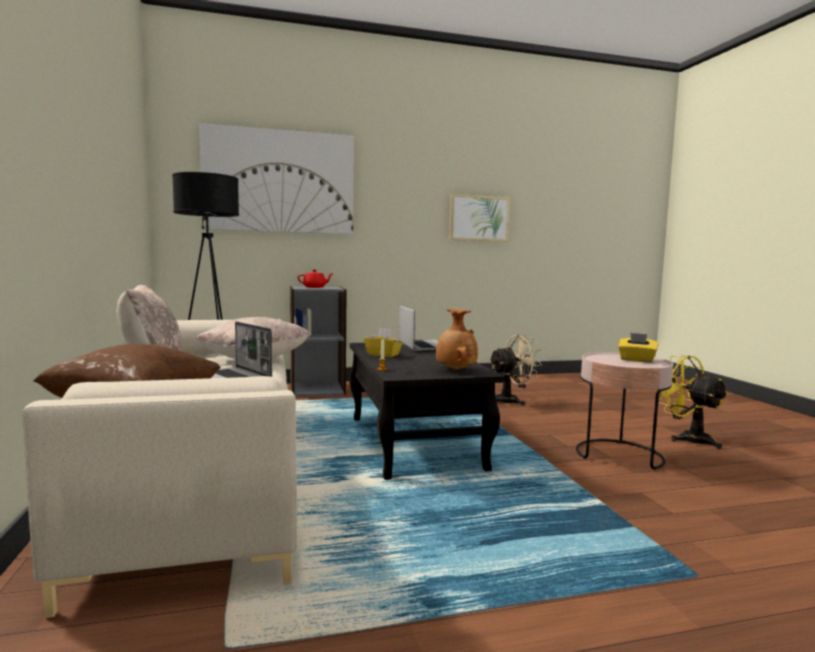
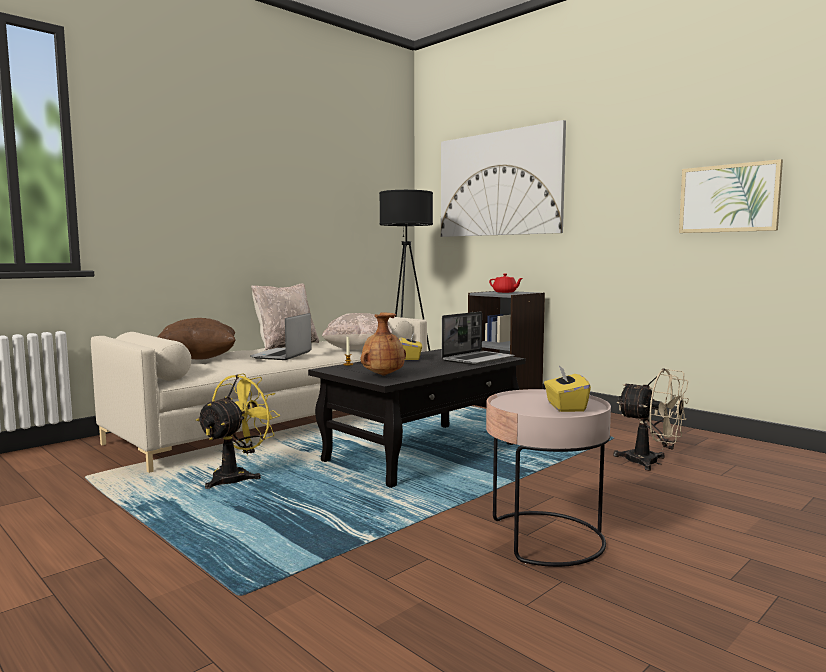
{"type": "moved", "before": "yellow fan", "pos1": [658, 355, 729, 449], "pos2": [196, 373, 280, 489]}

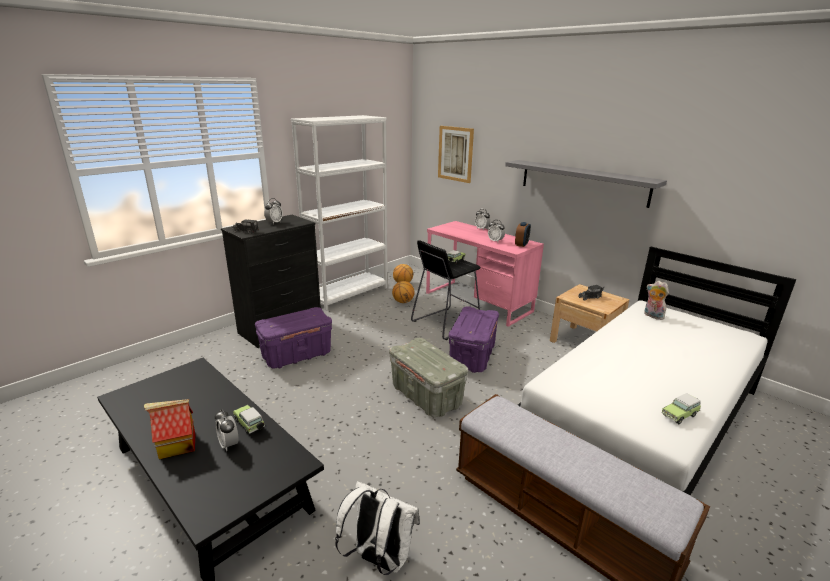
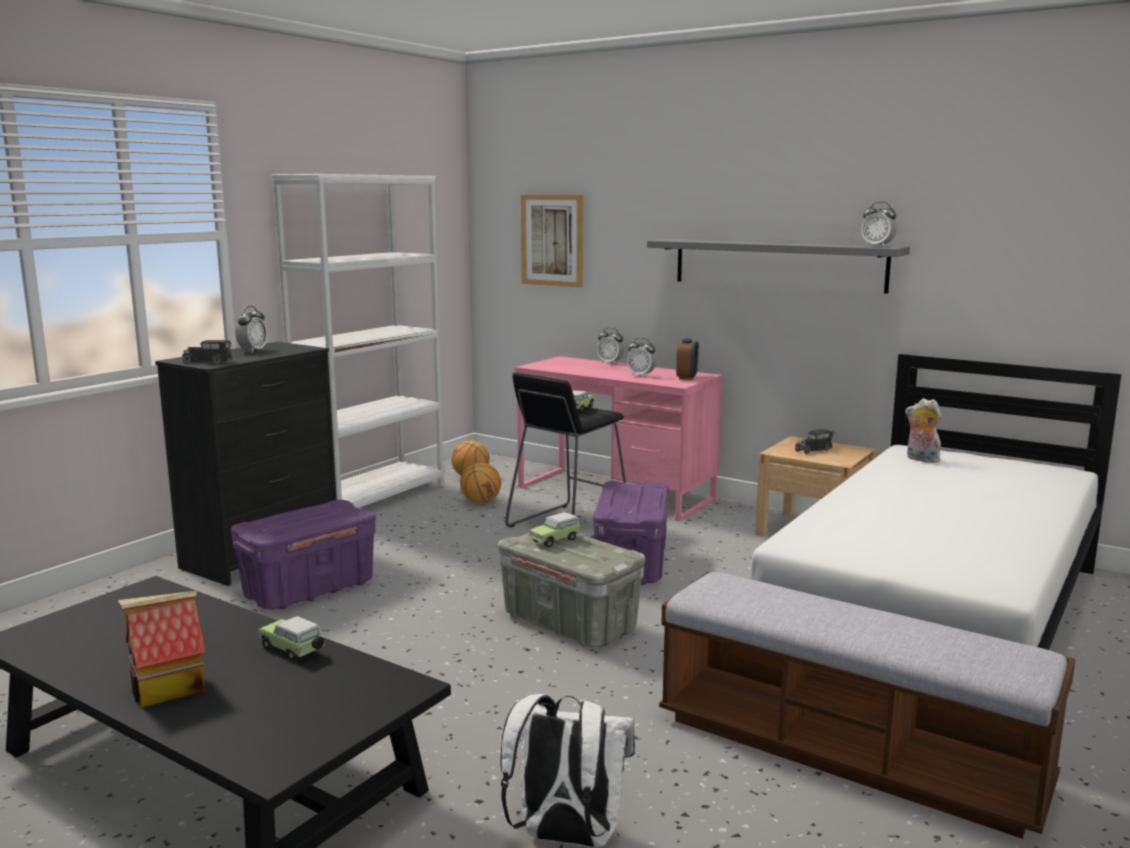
{"type": "moved", "before": "toy car", "pos1": [662, 393, 701, 424], "pos2": [529, 512, 581, 547]}
{"type": "moved", "before": "alarm clock", "pos1": [215, 409, 239, 451], "pos2": [861, 202, 897, 247]}

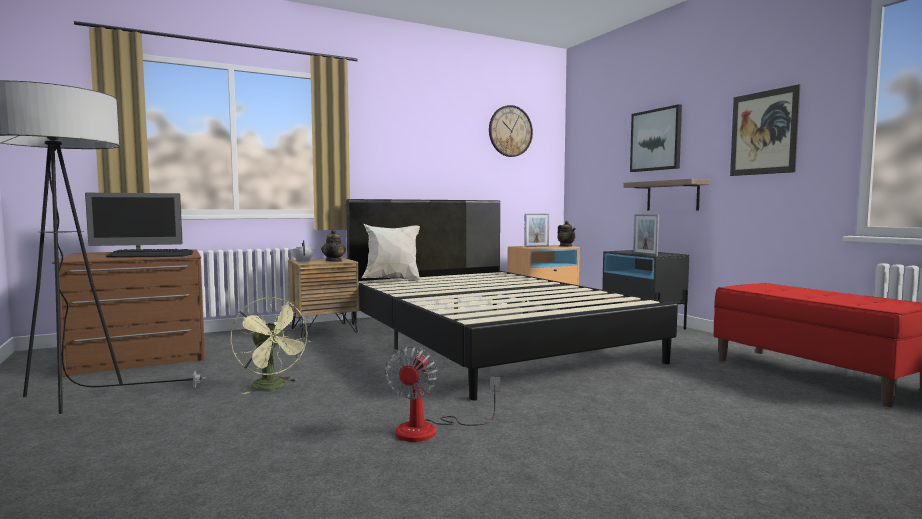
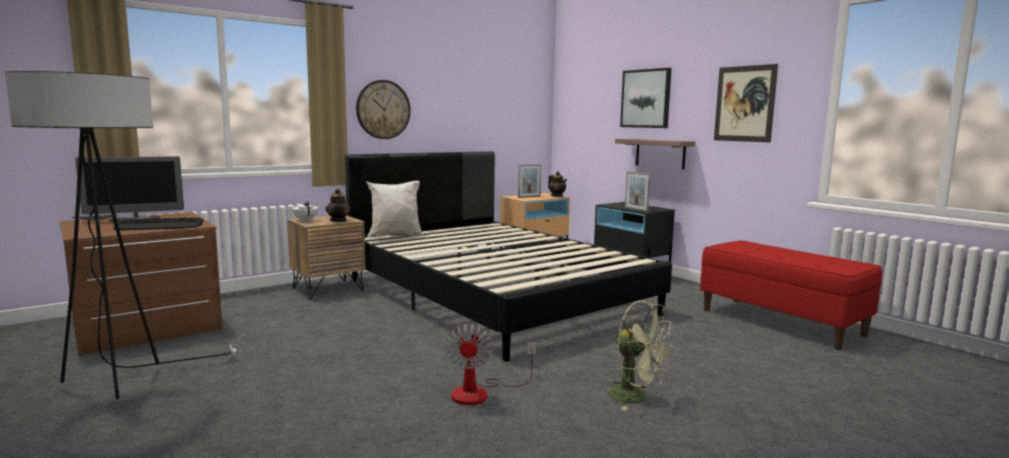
{"type": "moved", "before": "wall clock", "pos1": [489, 105, 533, 157], "pos2": [356, 80, 411, 139]}
{"type": "moved", "before": "green fan", "pos1": [230, 297, 311, 394], "pos2": [606, 300, 675, 411]}

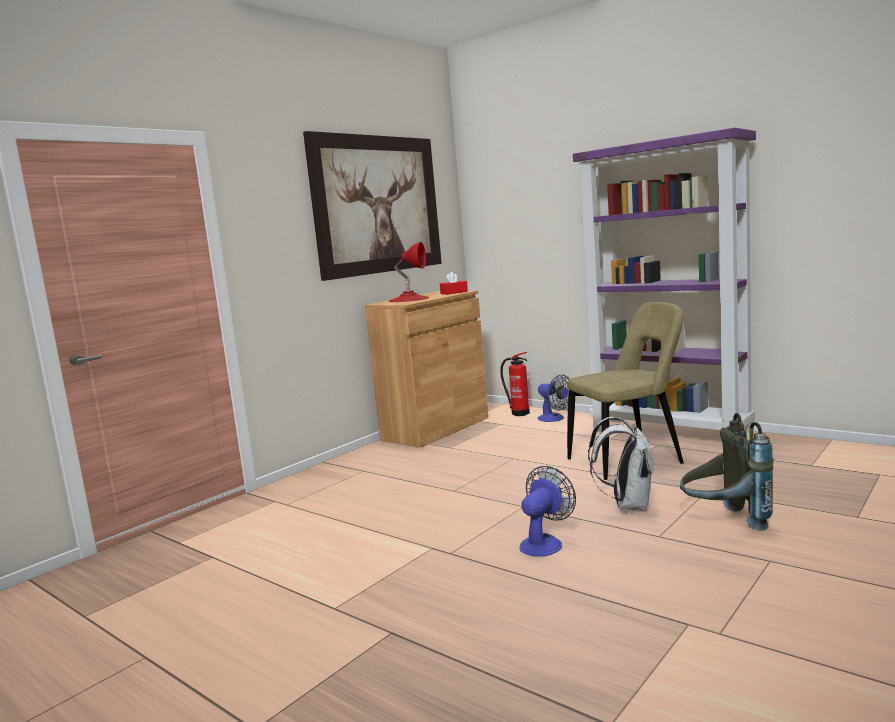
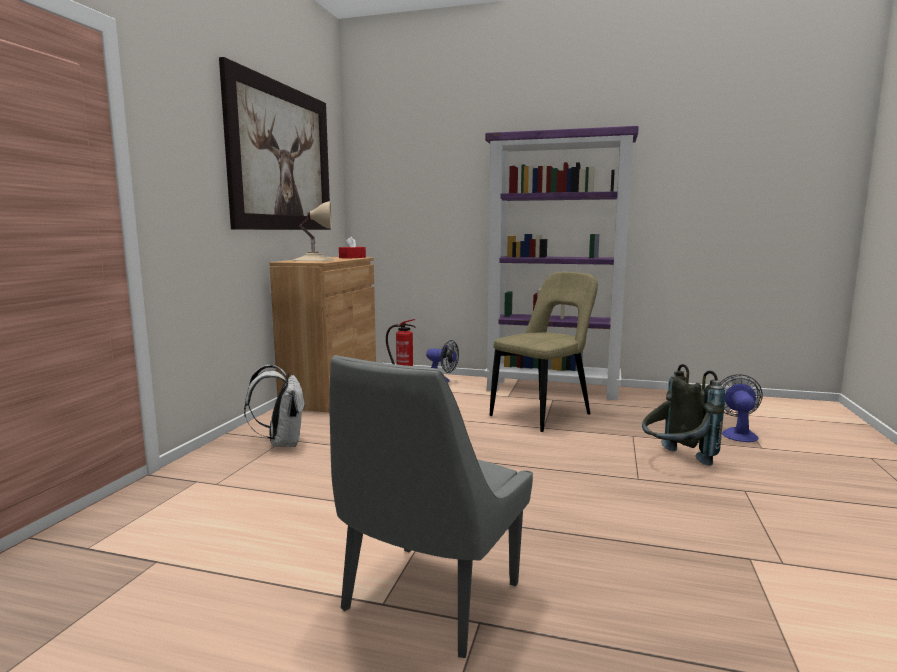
{"type": "moved", "before": "white backpack", "pos1": [588, 417, 655, 511], "pos2": [244, 365, 305, 447]}
{"type": "recoloured", "before": "red table lamp", "after": "beige table lamp", "pos1": [389, 242, 429, 302], "pos2": [292, 201, 335, 261]}
{"type": "added", "after": "grey chair", "pos2": [329, 355, 533, 658]}
{"type": "moved", "before": "fan", "pos1": [519, 466, 576, 557], "pos2": [721, 374, 763, 442]}

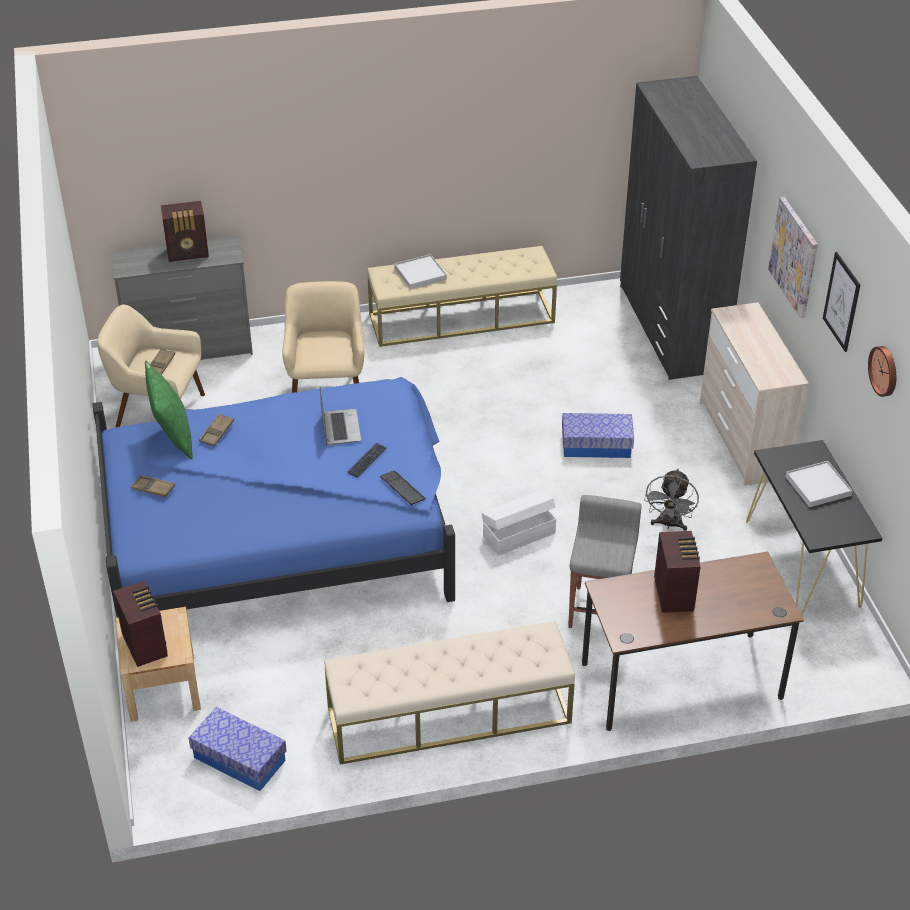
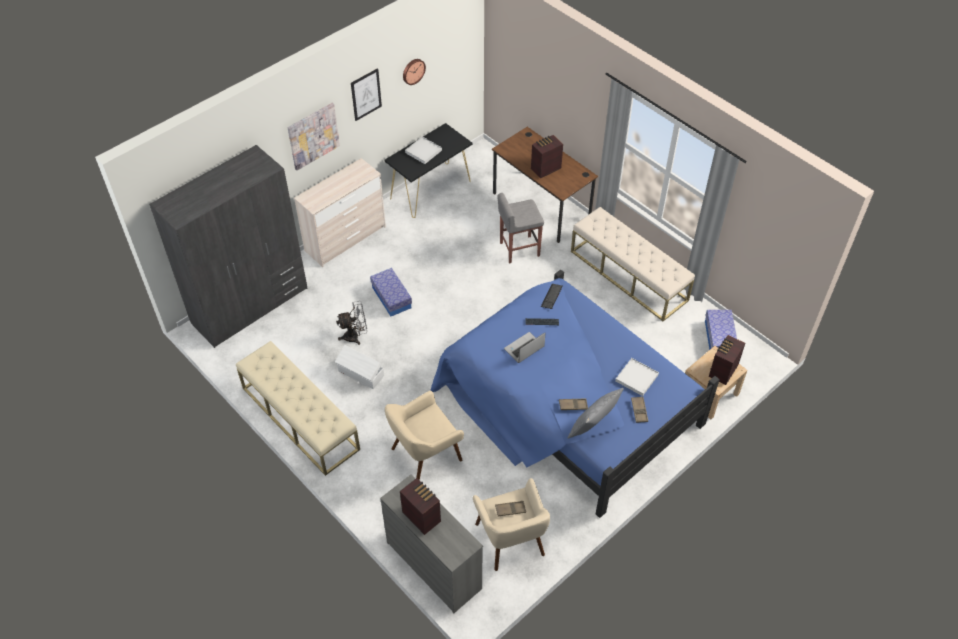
{"type": "moved", "before": "white storage box", "pos1": [481, 491, 556, 556], "pos2": [335, 345, 384, 389]}
{"type": "moved", "before": "grey fan", "pos1": [644, 469, 699, 531], "pos2": [336, 301, 367, 345]}
{"type": "recoloured", "before": "green pillow", "after": "grey pillow", "pos1": [145, 361, 193, 460], "pos2": [568, 388, 624, 438]}
{"type": "moved", "before": "white tray", "pos1": [394, 254, 447, 289], "pos2": [615, 358, 659, 396]}

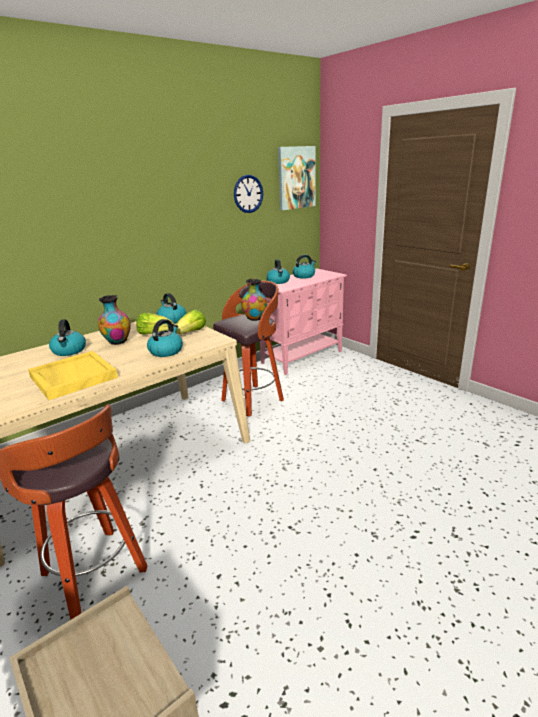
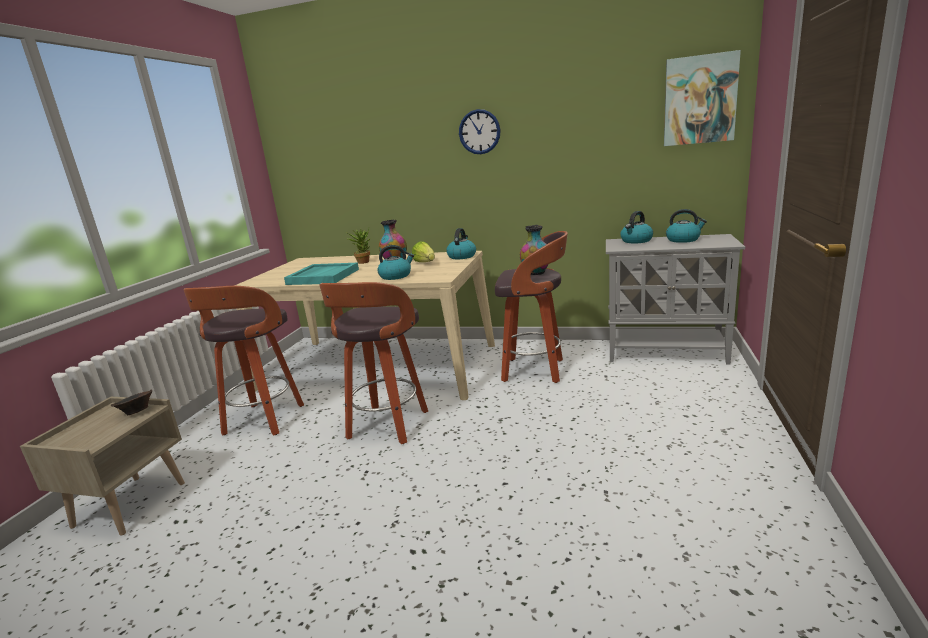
{"type": "added", "after": "brown bowl", "pos2": [111, 389, 152, 415]}
{"type": "recoloured", "before": "yellow tray", "after": "turquoise tray", "pos1": [28, 351, 118, 400], "pos2": [284, 263, 359, 285]}
{"type": "added", "after": "stool", "pos2": [320, 282, 428, 444]}
{"type": "replaced", "before": "kettle", "after": "potted plant", "pos1": [49, 319, 86, 356], "pos2": [348, 227, 371, 264]}
{"type": "moved", "before": "wall clock", "pos1": [234, 175, 263, 213], "pos2": [459, 109, 501, 154]}
{"type": "recoloured", "before": "pink cabinet", "after": "grey cabinet", "pos1": [260, 269, 347, 375], "pos2": [606, 234, 745, 364]}
{"type": "removed", "before": "lettuce", "pos1": [176, 309, 206, 334]}

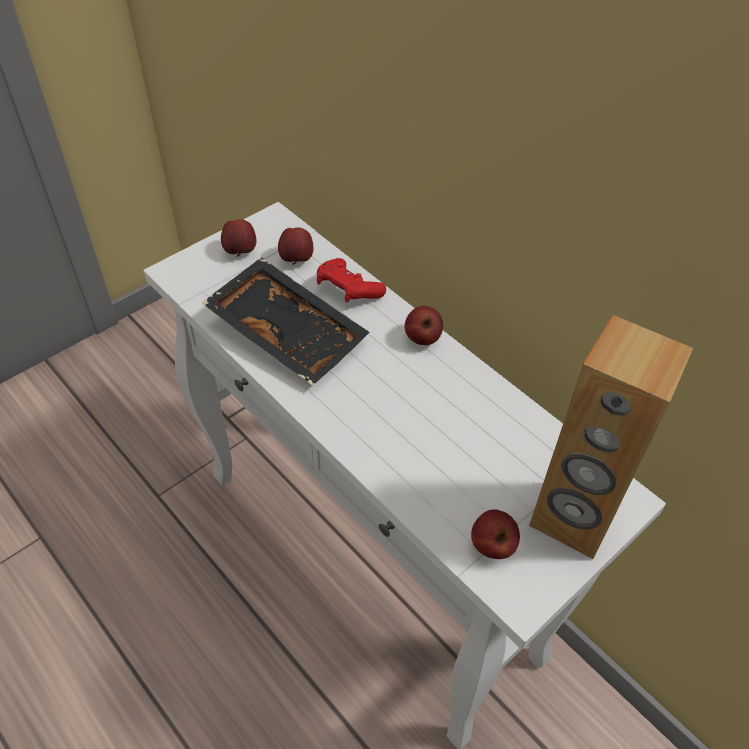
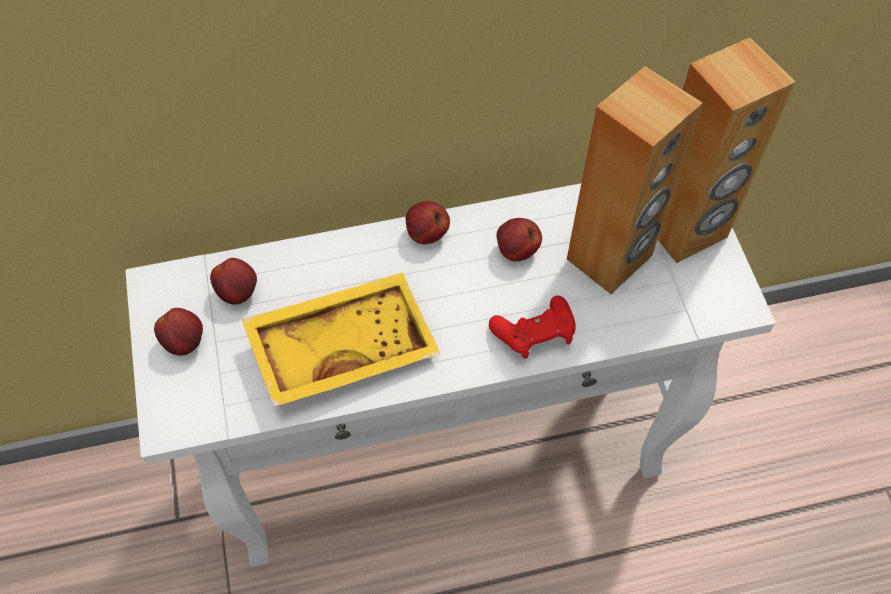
{"type": "recoloured", "before": "black tray", "after": "yellow tray", "pos1": [202, 257, 370, 386], "pos2": [241, 273, 440, 407]}
{"type": "moved", "before": "red game controller", "pos1": [317, 258, 386, 302], "pos2": [489, 296, 576, 359]}
{"type": "moved", "before": "apple", "pos1": [471, 509, 520, 559], "pos2": [497, 218, 542, 261]}
{"type": "added", "after": "brown speaker", "pos2": [567, 66, 703, 294]}

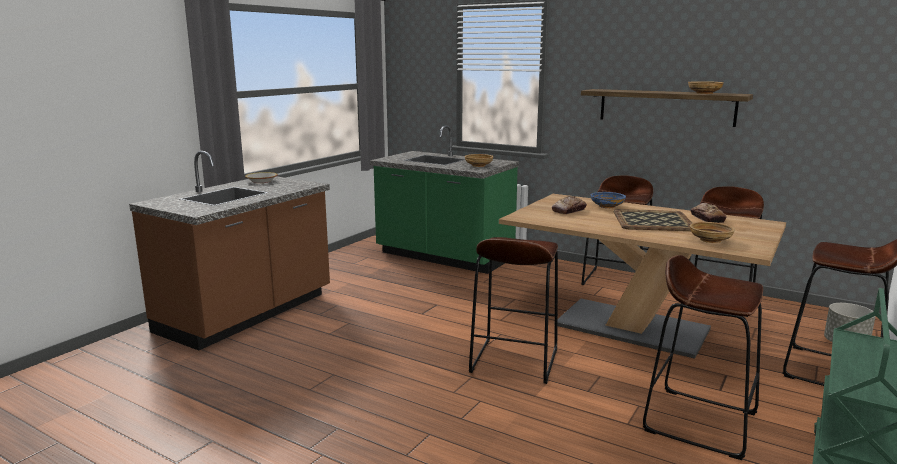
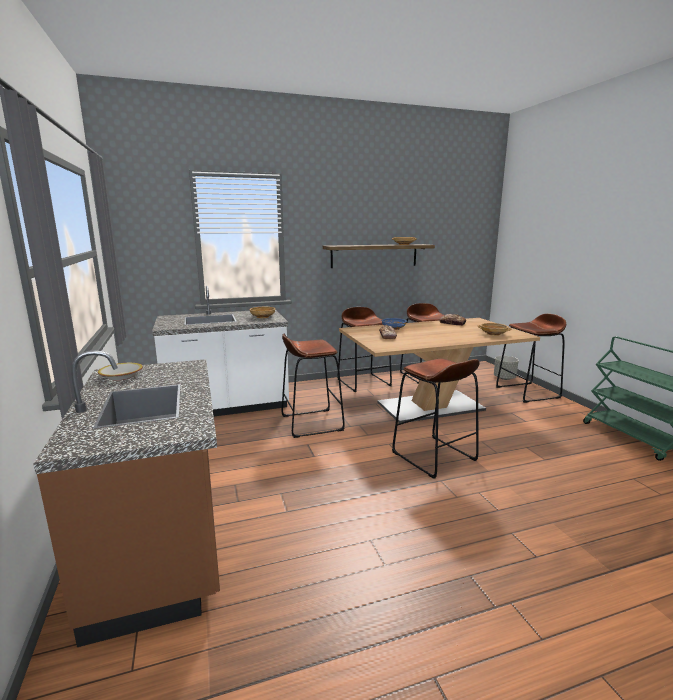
{"type": "recoloured", "before": "green counter", "after": "white counter", "pos1": [370, 125, 519, 274], "pos2": [152, 286, 289, 416]}
{"type": "moved", "before": "brown stool", "pos1": [643, 255, 763, 460], "pos2": [281, 333, 345, 438]}
{"type": "removed", "before": "tray", "pos1": [614, 209, 692, 231]}

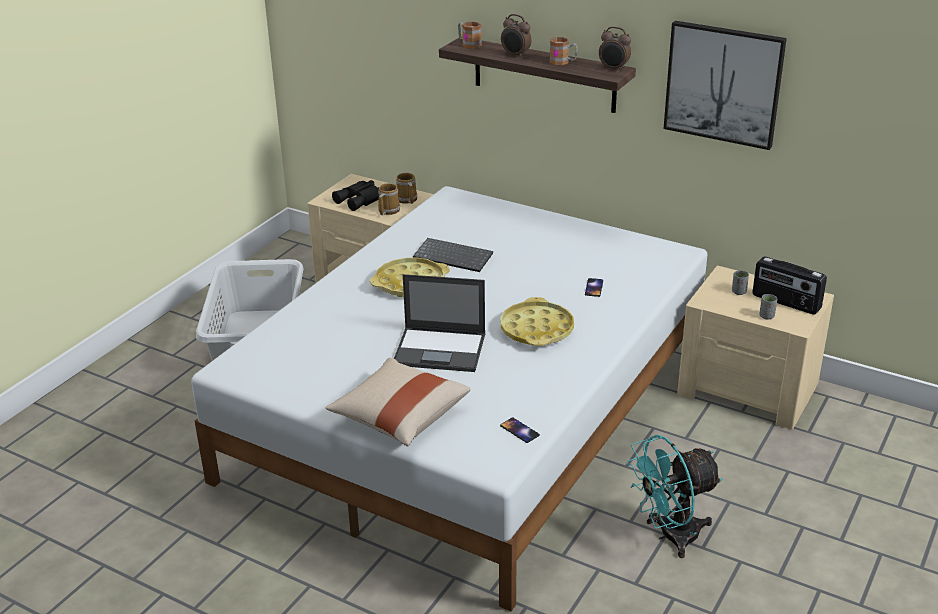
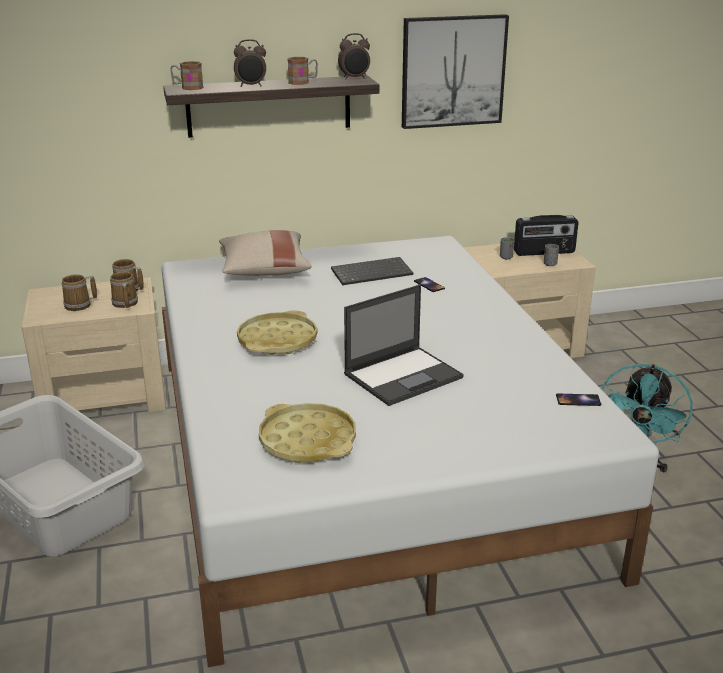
{"type": "replaced", "before": "black binoculars", "after": "mug", "pos1": [332, 180, 379, 211], "pos2": [61, 275, 97, 311]}
{"type": "moved", "before": "beige pillow", "pos1": [326, 358, 471, 446], "pos2": [219, 230, 311, 276]}
{"type": "moved", "before": "yellow tray", "pos1": [501, 297, 574, 346], "pos2": [259, 403, 356, 463]}
{"type": "moved", "before": "keyboard", "pos1": [413, 238, 493, 272], "pos2": [331, 257, 413, 285]}

